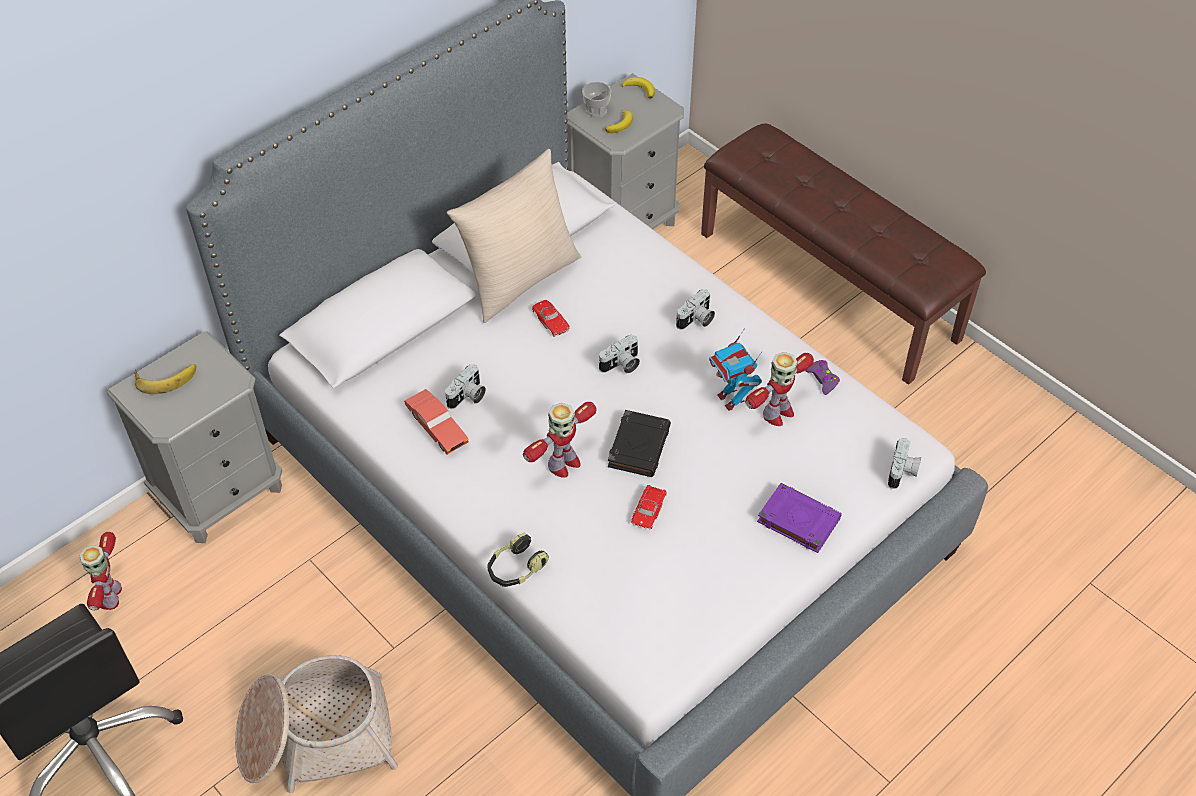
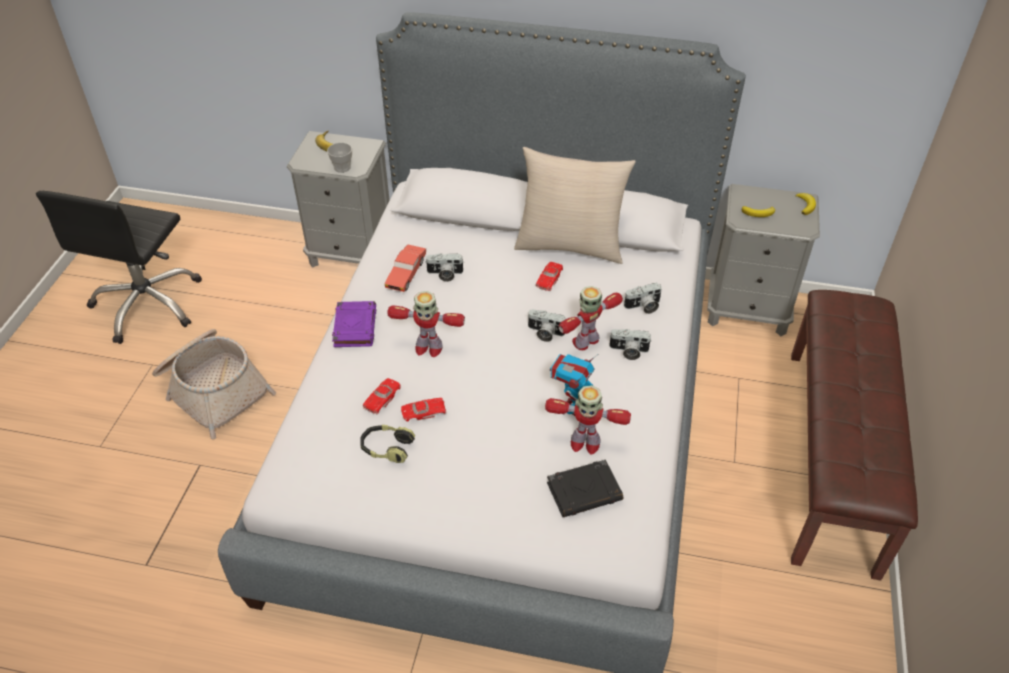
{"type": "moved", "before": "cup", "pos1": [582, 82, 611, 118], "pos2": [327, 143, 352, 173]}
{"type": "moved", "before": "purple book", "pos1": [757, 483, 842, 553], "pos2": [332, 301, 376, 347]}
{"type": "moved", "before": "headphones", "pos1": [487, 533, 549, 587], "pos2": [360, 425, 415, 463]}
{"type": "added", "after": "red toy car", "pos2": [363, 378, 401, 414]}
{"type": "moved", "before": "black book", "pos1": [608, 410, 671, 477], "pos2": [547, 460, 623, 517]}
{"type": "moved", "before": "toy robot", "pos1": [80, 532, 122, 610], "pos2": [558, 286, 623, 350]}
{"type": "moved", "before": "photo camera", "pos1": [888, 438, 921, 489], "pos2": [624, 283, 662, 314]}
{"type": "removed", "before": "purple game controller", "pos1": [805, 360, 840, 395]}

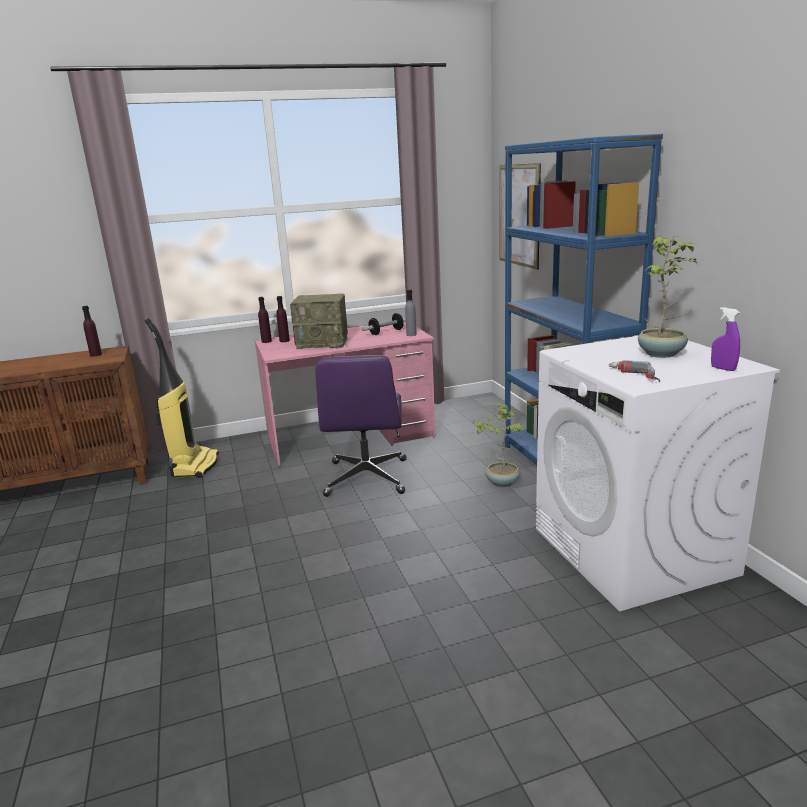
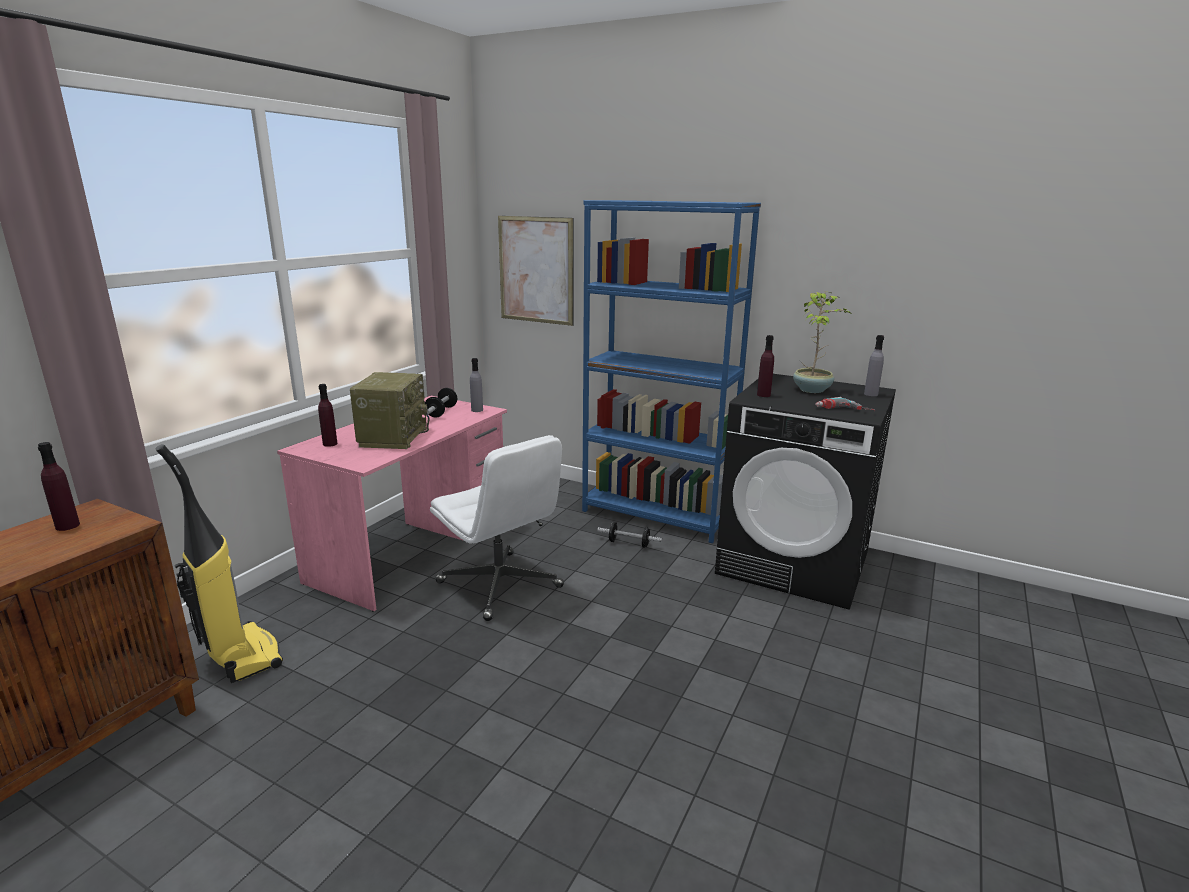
{"type": "turned", "before": "radio", "pos1": [290, 293, 348, 349], "pos2": [350, 372, 430, 449], "turn": -45}
{"type": "recoloured", "before": "purple office chair", "after": "white office chair", "pos1": [315, 355, 406, 497], "pos2": [430, 435, 564, 621]}
{"type": "replaced", "before": "potted plant", "after": "dumbbell", "pos1": [472, 402, 524, 487], "pos2": [597, 522, 662, 548]}
{"type": "recoloured", "before": "white washing machine", "after": "black washing machine", "pos1": [536, 336, 780, 611], "pos2": [715, 374, 896, 610]}
{"type": "moved", "before": "purple bottle", "pos1": [258, 297, 272, 343], "pos2": [757, 335, 774, 397]}
{"type": "replaced", "before": "purple spray bottle", "after": "grey bottle", "pos1": [711, 307, 740, 371], "pos2": [864, 335, 884, 396]}

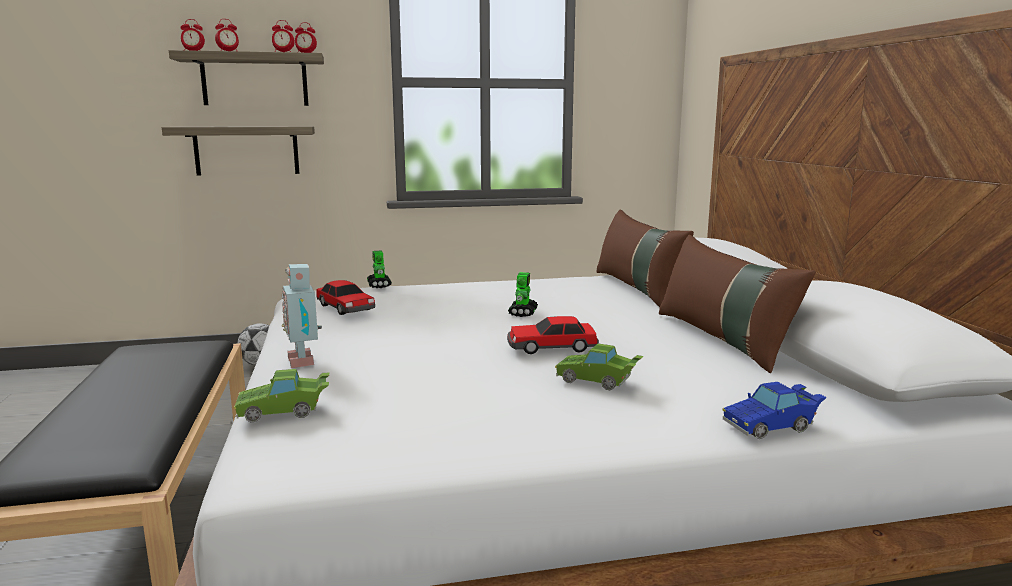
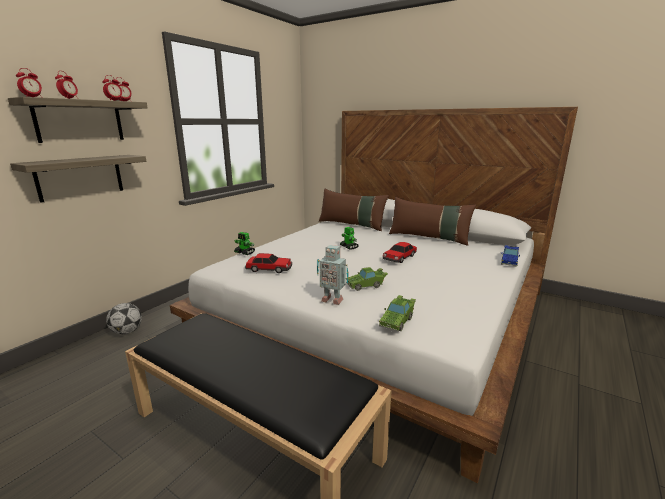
{"type": "moved", "before": "green toy car", "pos1": [555, 343, 643, 390], "pos2": [346, 267, 388, 291]}

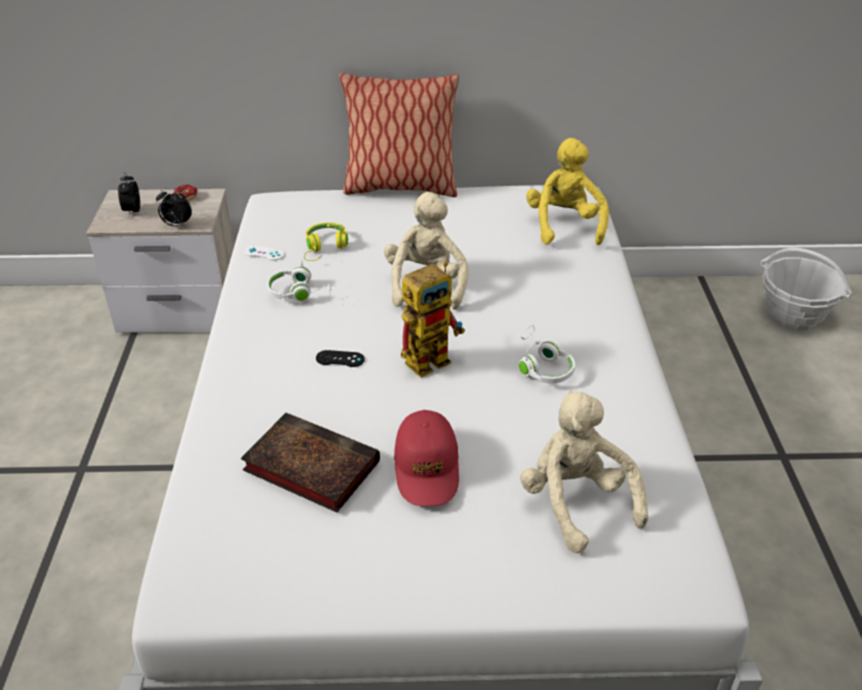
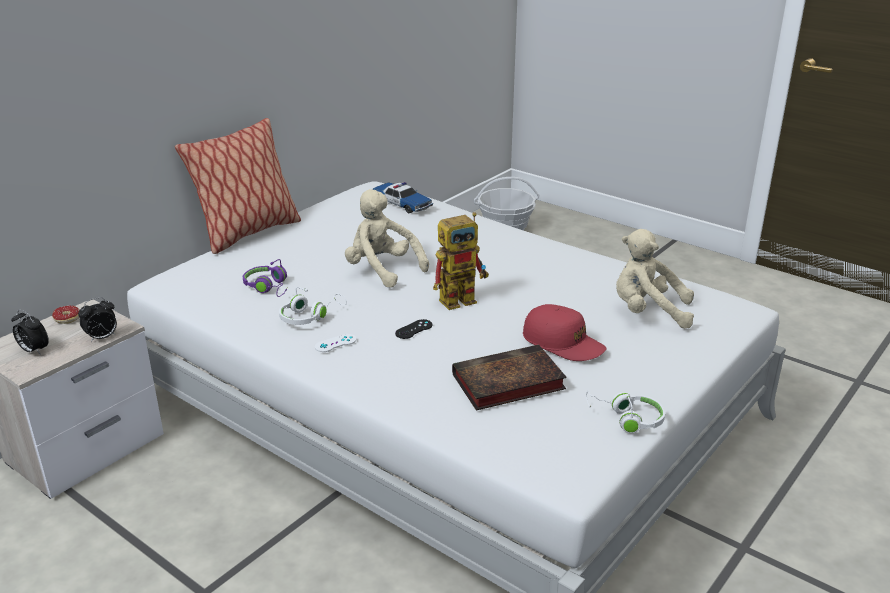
{"type": "recoloured", "before": "yellow headphones", "after": "purple headphones", "pos1": [304, 222, 348, 261], "pos2": [243, 259, 287, 297]}
{"type": "moved", "before": "white game controller", "pos1": [244, 246, 284, 261], "pos2": [315, 334, 357, 352]}
{"type": "replaced", "before": "yellow plush toy", "after": "toy car", "pos1": [526, 138, 609, 245], "pos2": [373, 182, 433, 213]}
{"type": "turned", "before": "toy robot", "pos1": [401, 261, 465, 378], "pos2": [433, 212, 489, 310], "turn": 60}
{"type": "moved", "before": "white headphones", "pos1": [519, 325, 575, 384], "pos2": [586, 390, 665, 433]}

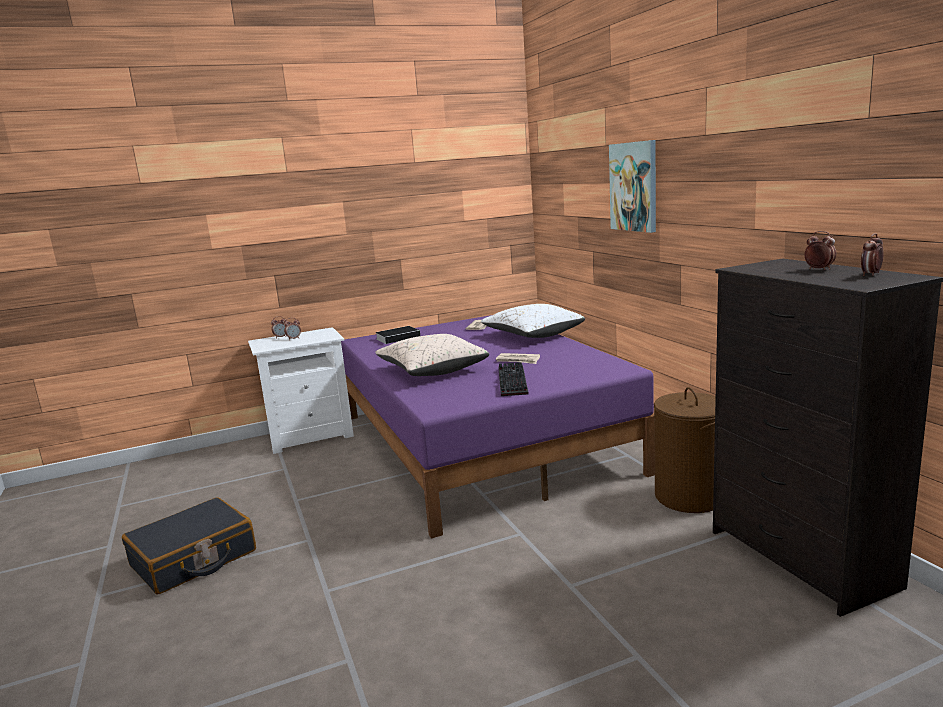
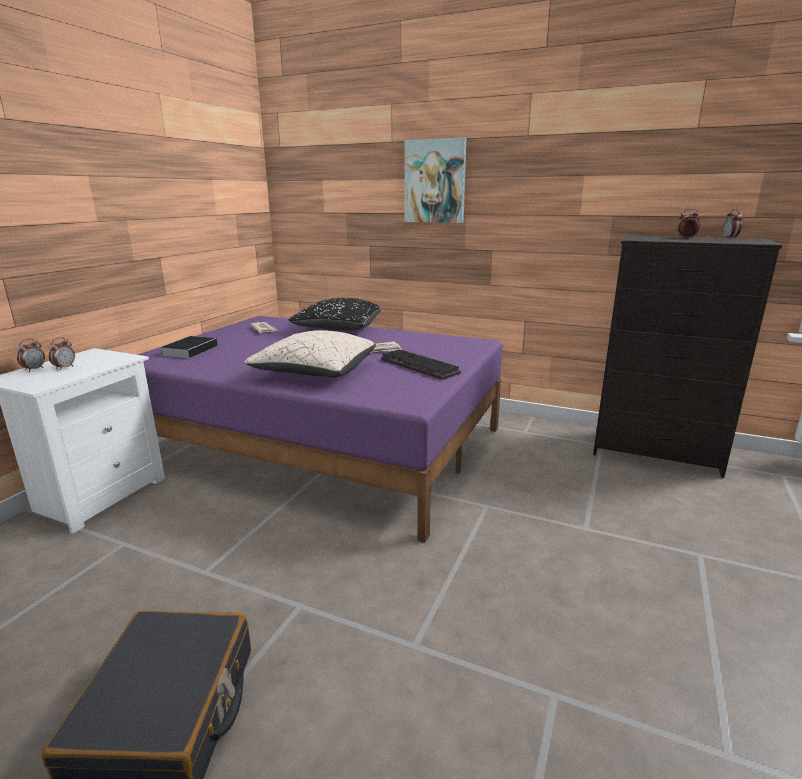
{"type": "recoloured", "before": "white pillow", "after": "black pillow", "pos1": [481, 304, 585, 338], "pos2": [289, 298, 382, 331]}
{"type": "removed", "before": "brown laundry basket", "pos1": [654, 387, 716, 513]}

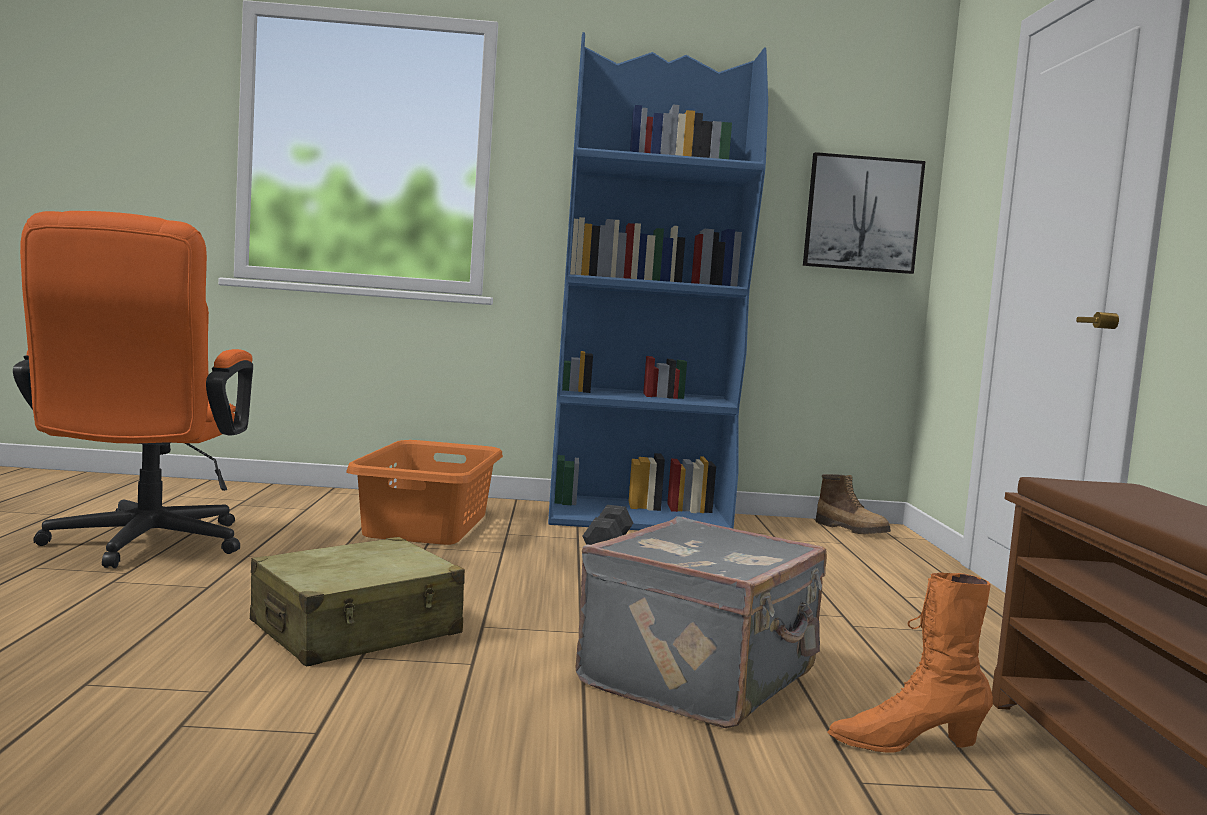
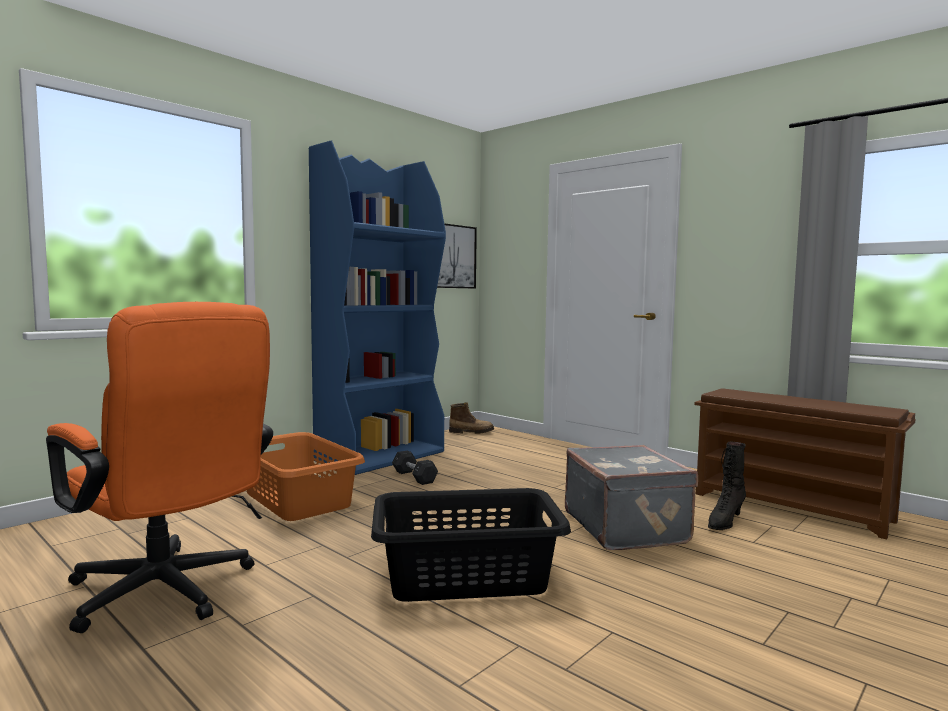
{"type": "replaced", "before": "beige suitcase", "after": "black laundry basket", "pos1": [250, 537, 465, 667], "pos2": [371, 488, 571, 602]}
{"type": "recoloured", "before": "orange boot", "after": "black boot", "pos1": [828, 572, 993, 753], "pos2": [708, 442, 746, 530]}

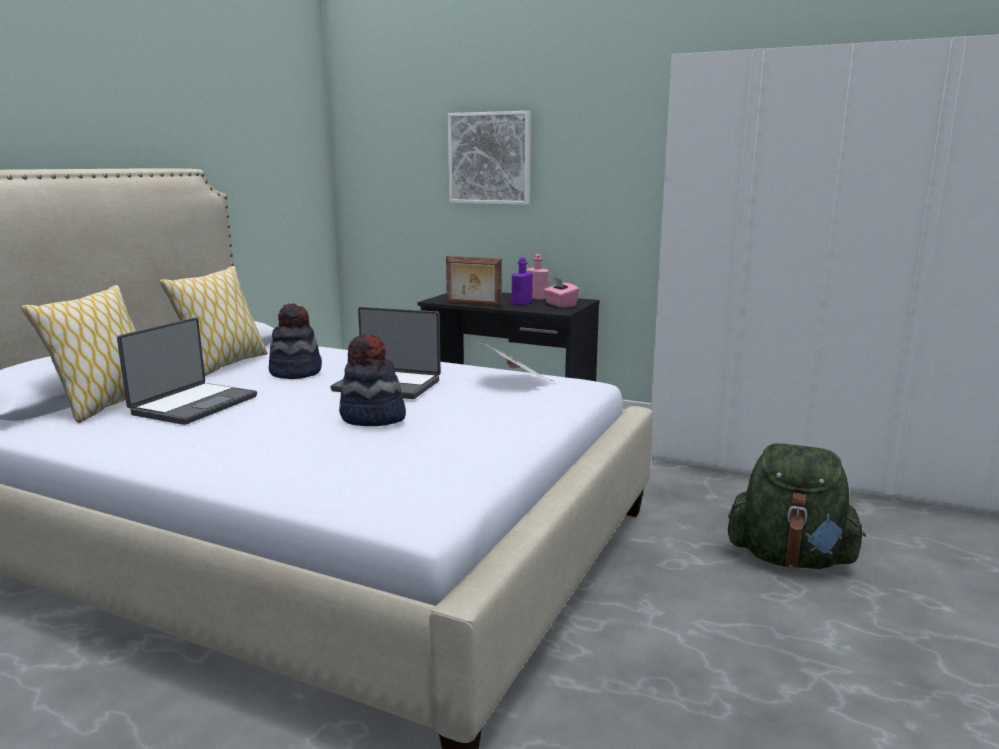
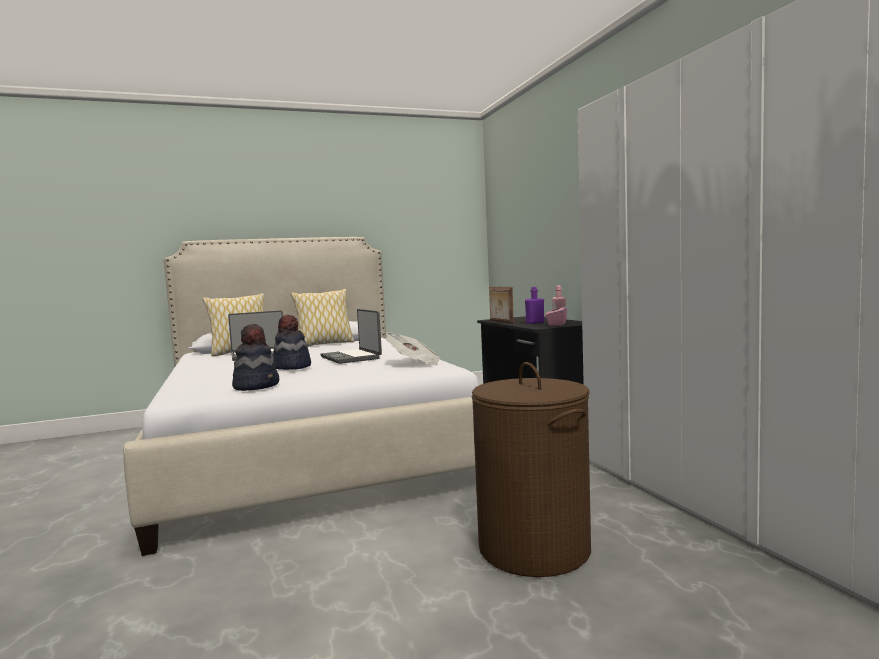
{"type": "moved", "before": "hat", "pos1": [269, 304, 322, 379], "pos2": [232, 324, 279, 391]}
{"type": "replaced", "before": "green backpack", "after": "brown laundry basket", "pos1": [728, 443, 866, 569], "pos2": [472, 362, 591, 577]}
{"type": "removed", "before": "picture", "pos1": [448, 111, 531, 205]}

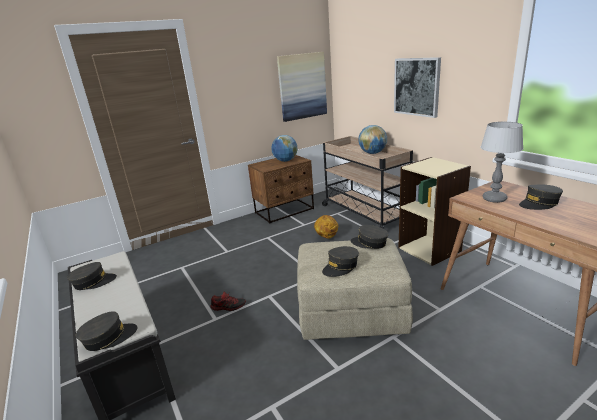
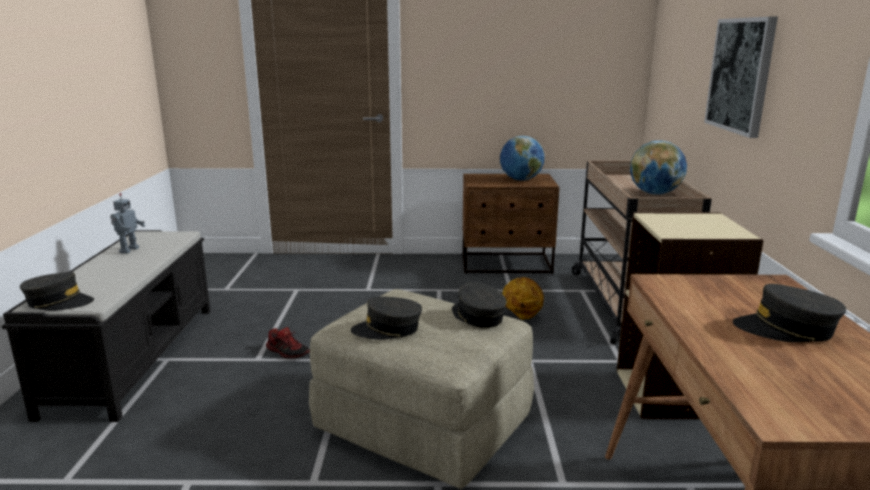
{"type": "replaced", "before": "grey cap", "after": "toy robot", "pos1": [67, 262, 117, 290], "pos2": [110, 193, 145, 254]}
{"type": "removed", "before": "picture", "pos1": [277, 52, 327, 122]}
{"type": "removed", "before": "table lamp", "pos1": [481, 122, 523, 203]}

